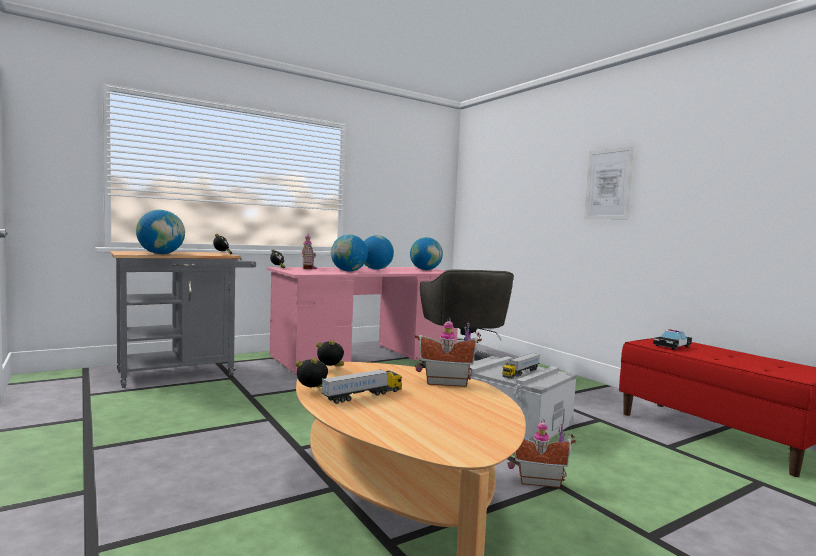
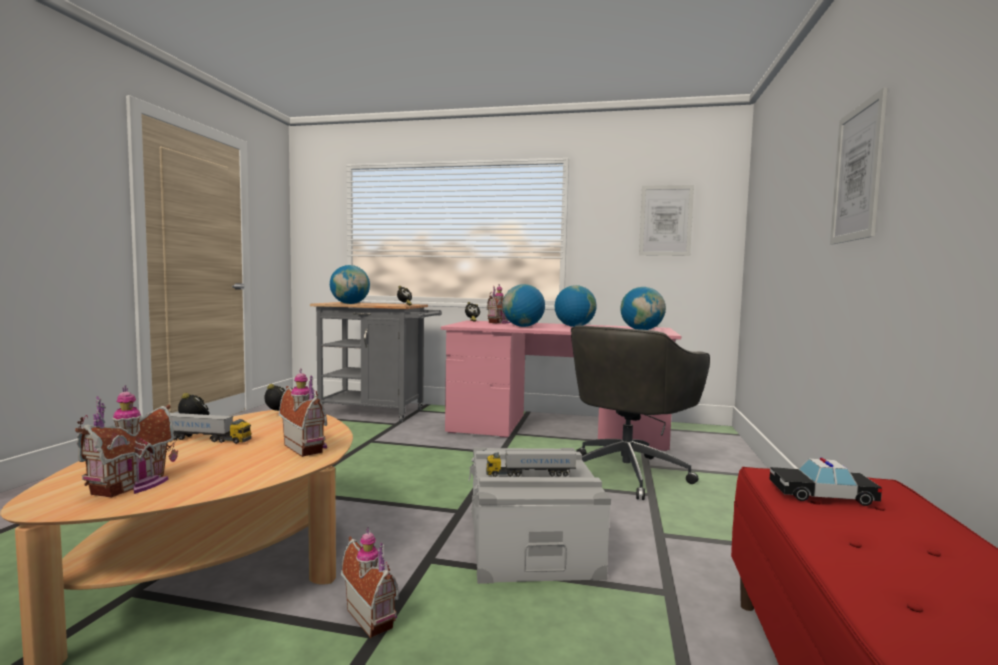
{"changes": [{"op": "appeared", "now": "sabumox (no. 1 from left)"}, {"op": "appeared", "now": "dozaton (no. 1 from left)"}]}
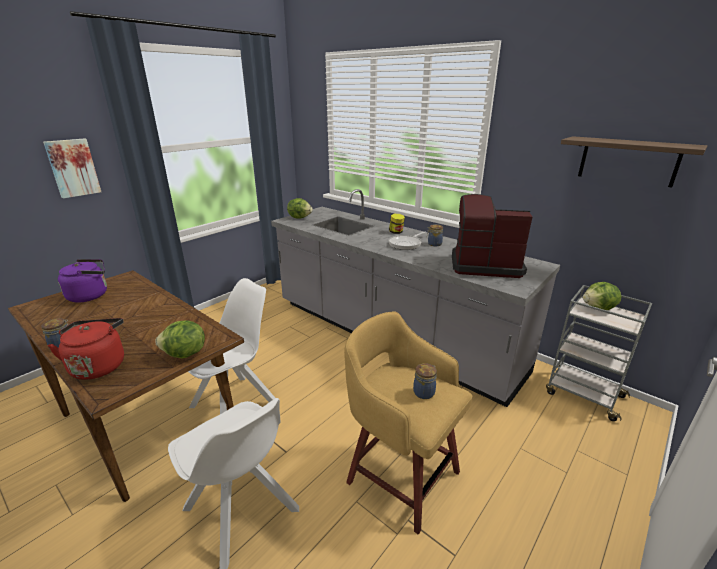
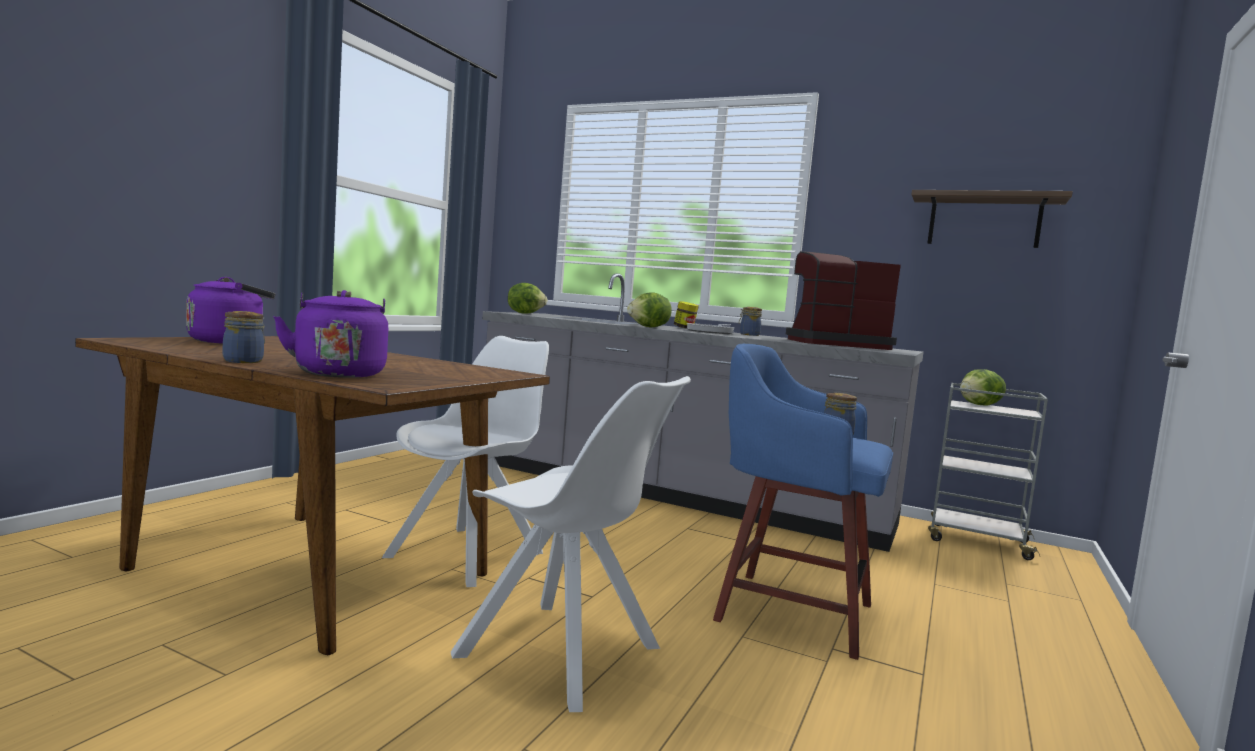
{"changes": [{"op": "missing", "was": "dozaton"}, {"op": "colour", "was": "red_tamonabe", "now": "purple_tamonabe (no. 2 from left)"}, {"op": "relocated", "was": "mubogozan (no. 1 from left in the first image)", "now": "mubogozan (no. 2 from left)"}, {"op": "colour", "was": "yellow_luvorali", "now": "blue_luvorali"}]}
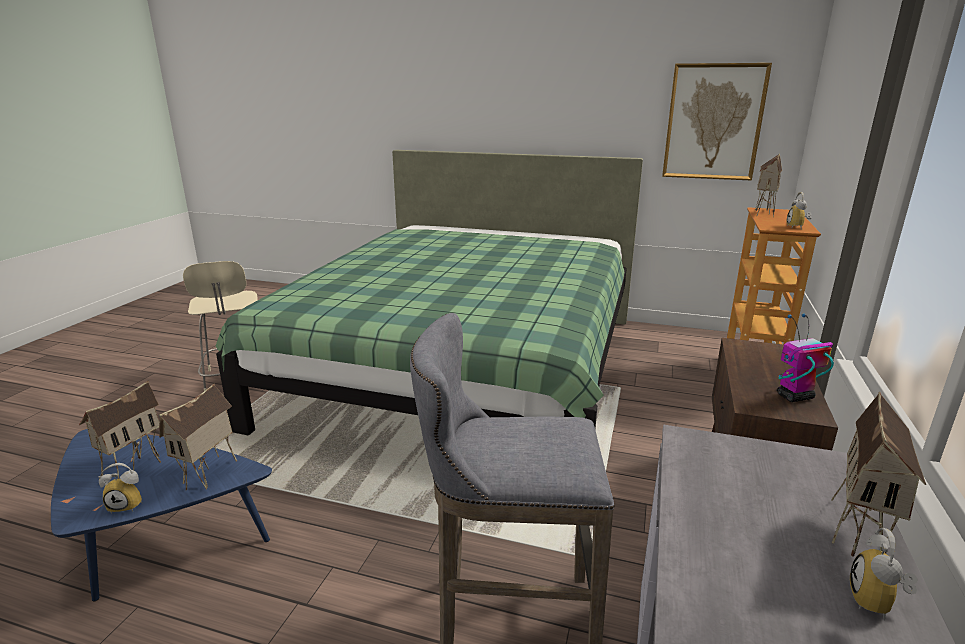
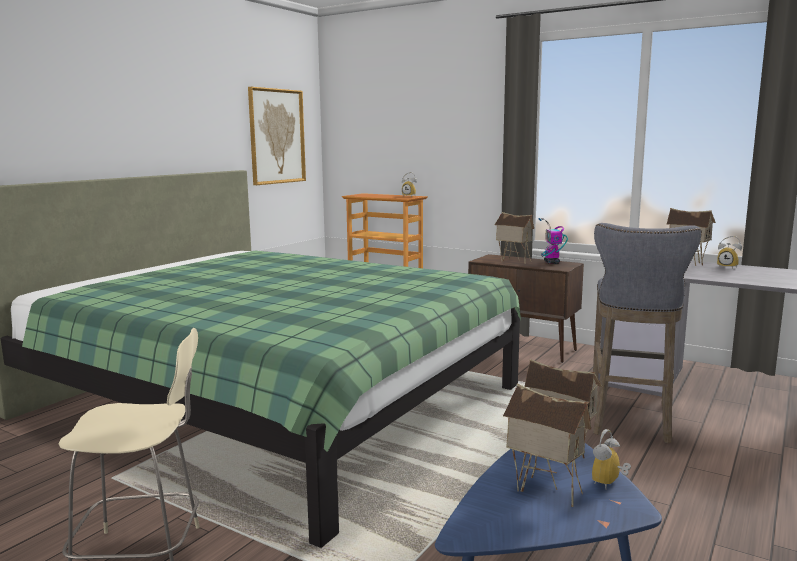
{"changes": [{"op": "spun", "was": "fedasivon (no. 1 from left in the first image)", "clockwise": -150}, {"op": "relocated", "was": "sabumox (no. 3 from left in the first image)", "now": "sabumox (no. 1 from left)"}]}
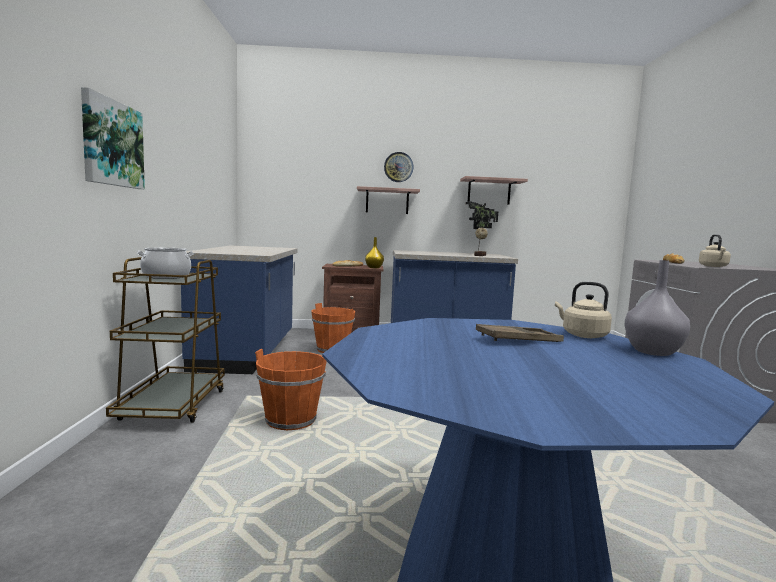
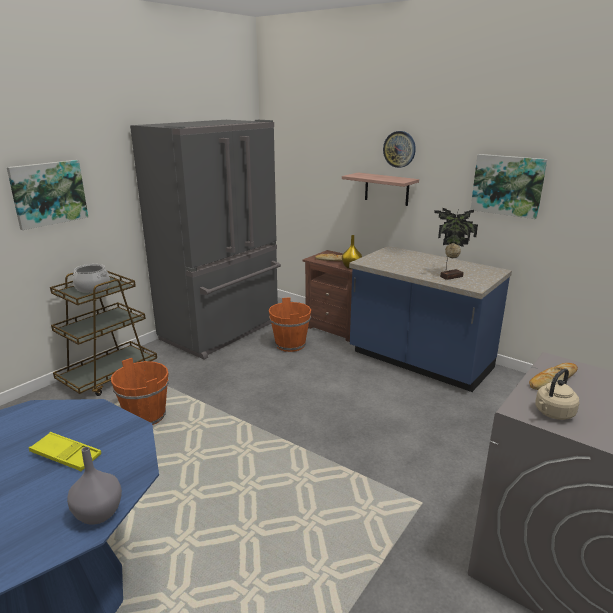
{"changes": [{"op": "exchanged", "was": "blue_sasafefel (no. 1 from left)", "now": "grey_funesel"}, {"op": "exchanged", "was": "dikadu (no. 2 from left)", "now": "dozaton (no. 2 from left)"}, {"op": "colour", "was": "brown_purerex", "now": "yellow_purerex"}, {"op": "missing", "was": "beige_tamonabe (no. 1 from left)"}]}
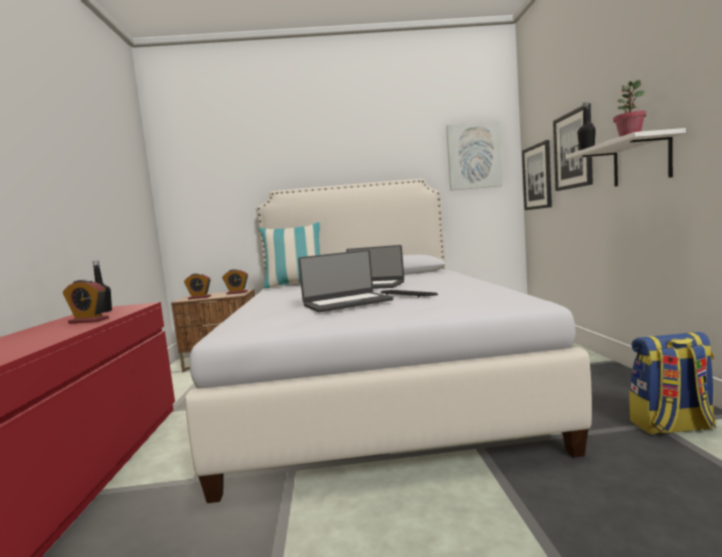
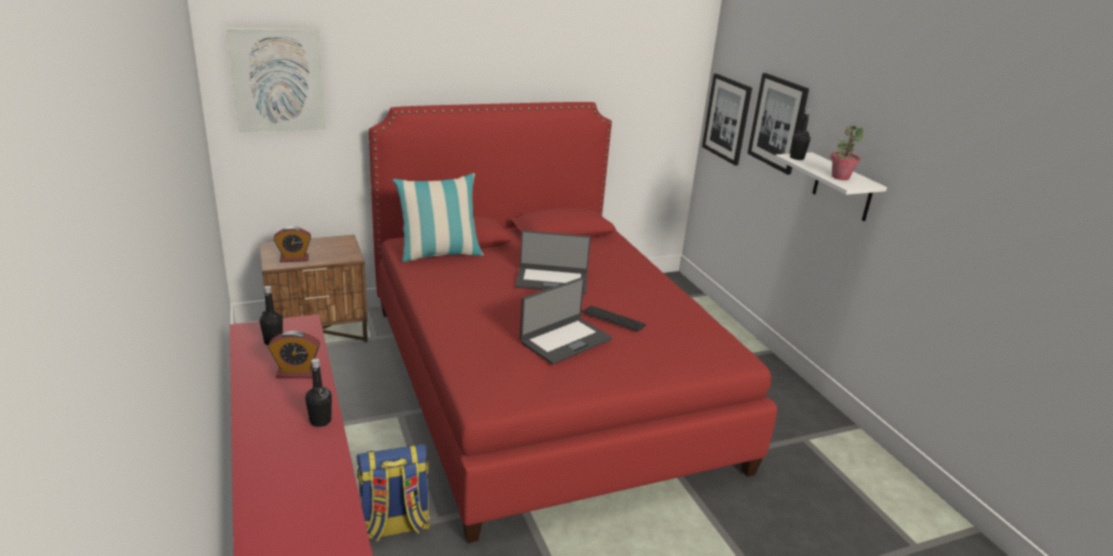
{"changes": [{"op": "colour", "was": "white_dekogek", "now": "red_dekogek"}, {"op": "missing", "was": "fedasivon (no. 3 from left)"}, {"op": "relocated", "was": "dozaton (no. 1 from left)"}, {"op": "relocated", "was": "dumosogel"}, {"op": "appeared", "now": "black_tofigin (no. 2 from left)"}]}
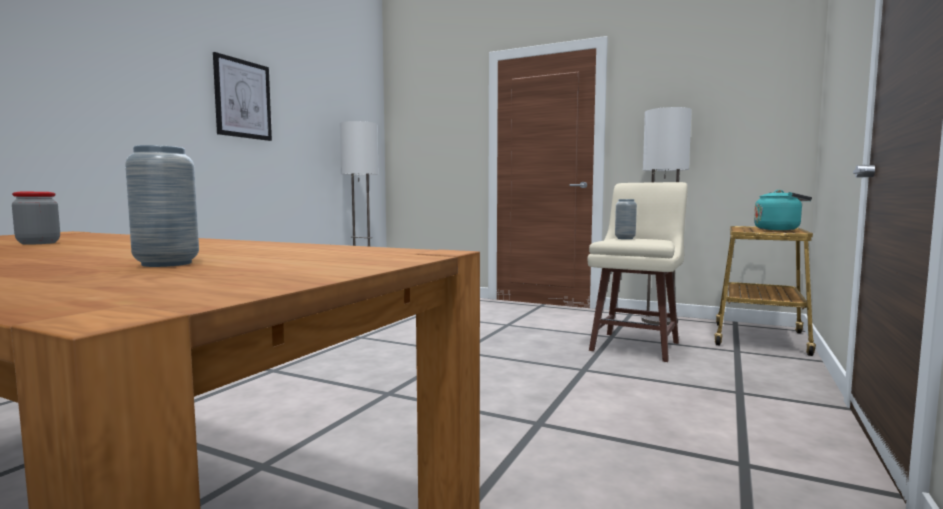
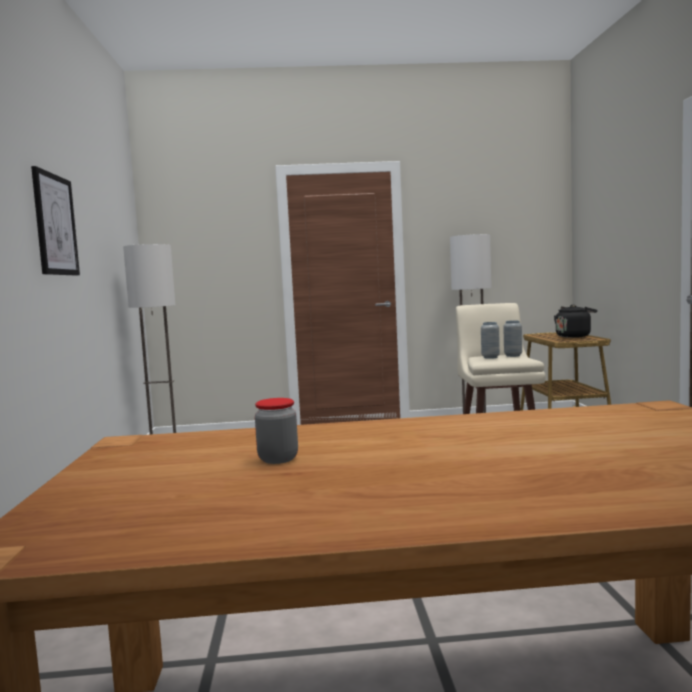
{"changes": [{"op": "relocated", "was": "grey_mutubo (no. 1 from left in the first image)", "now": "grey_mutubo (no. 2 from left)"}, {"op": "colour", "was": "turquoise_tamonabe", "now": "black_tamonabe"}]}
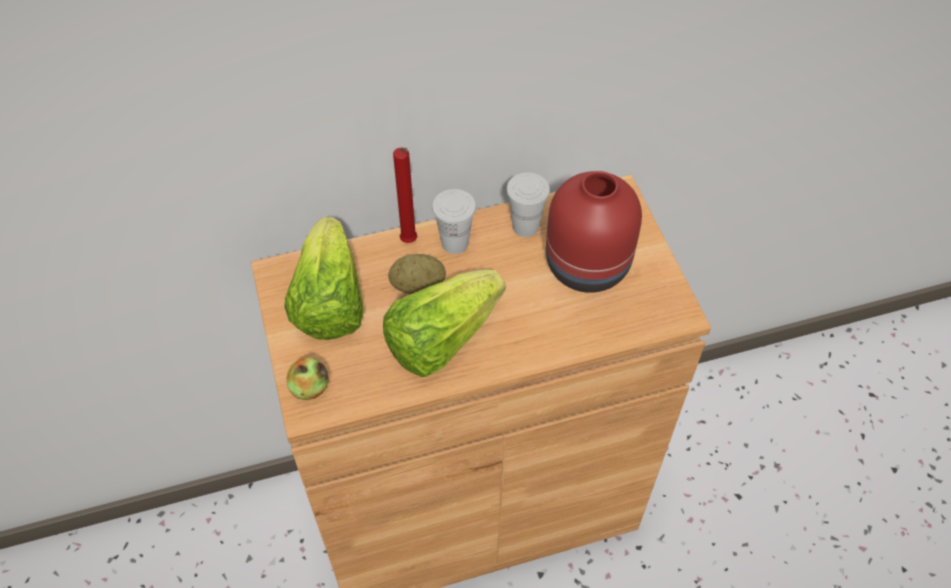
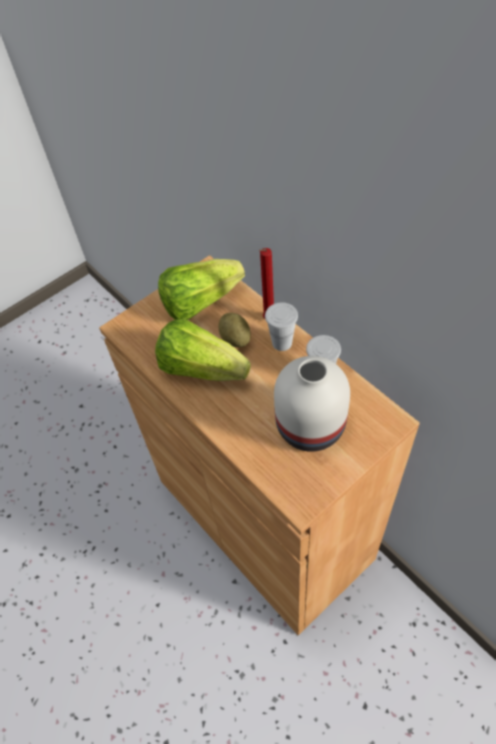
{"changes": [{"op": "missing", "was": "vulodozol"}, {"op": "colour", "was": "red_mutubo", "now": "white_mutubo"}]}
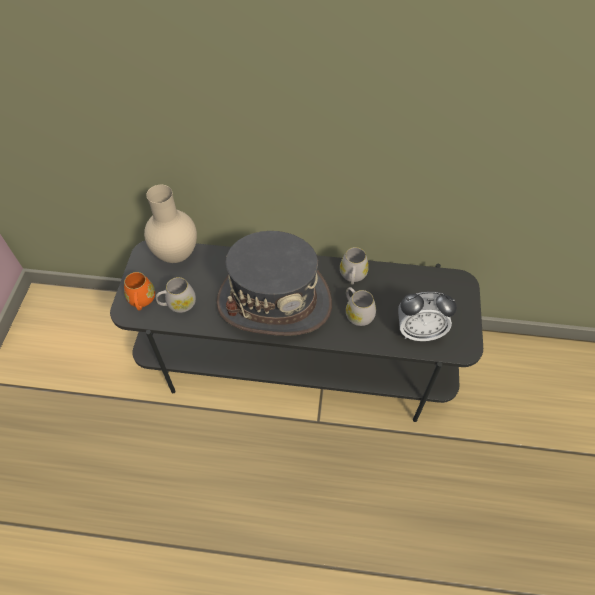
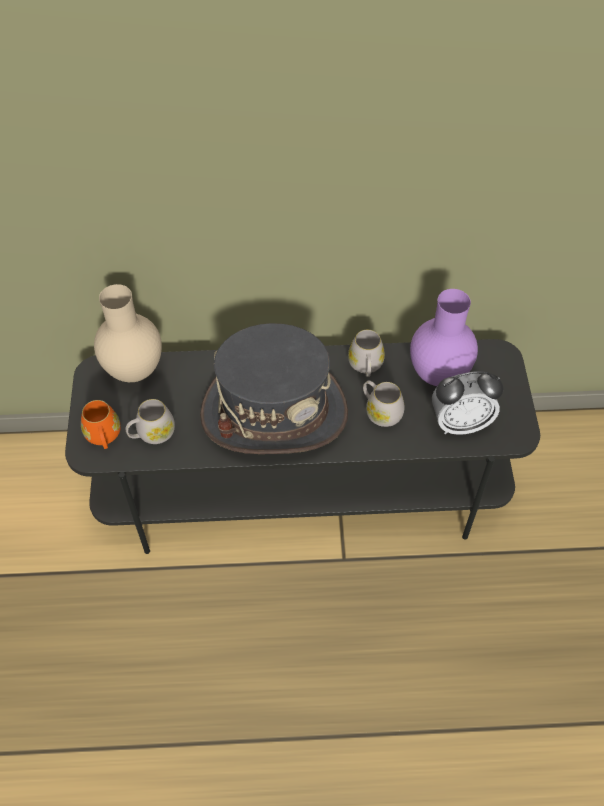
{"changes": [{"op": "appeared", "now": "purple_mutubo"}]}
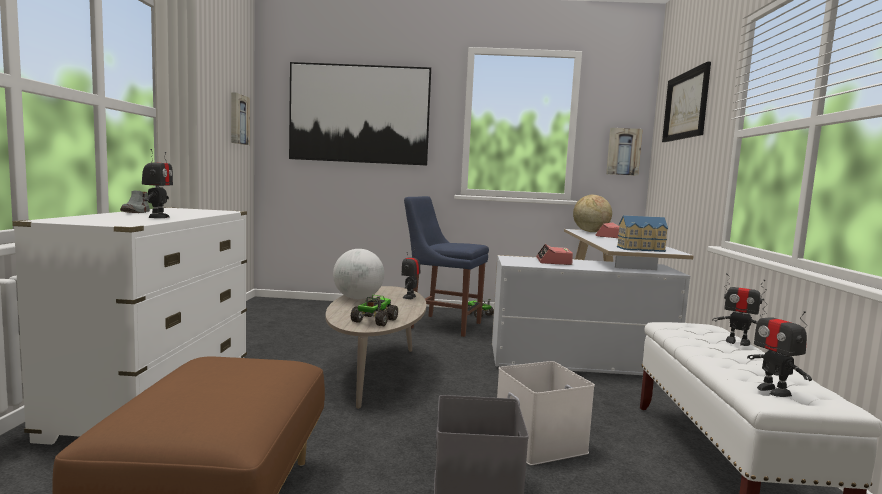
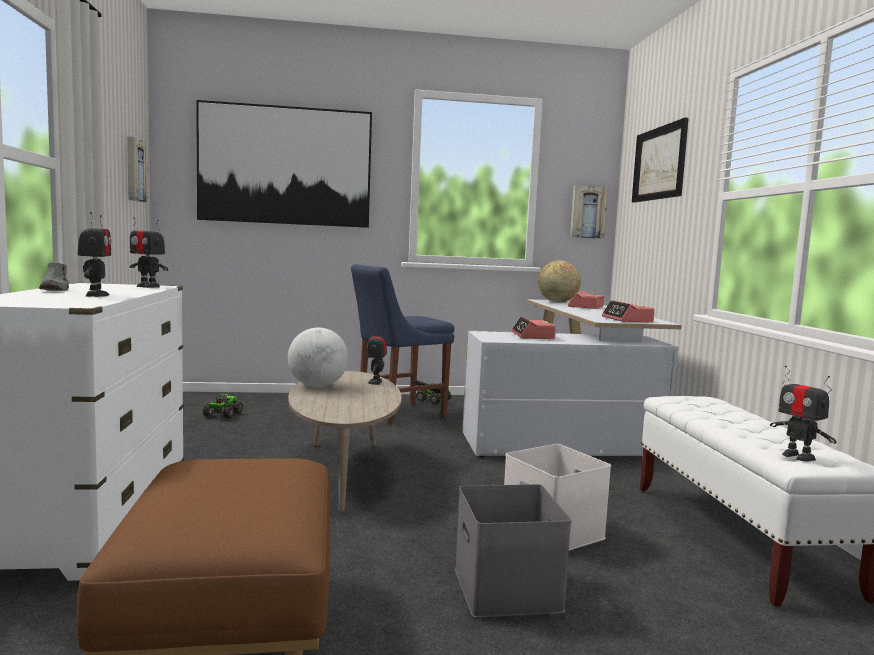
{"changes": [{"op": "relocated", "was": "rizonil (no. 1 from left)"}, {"op": "spun", "was": "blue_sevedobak", "clockwise": -45}, {"op": "exchanged", "was": "sabumox", "now": "fedasivon (no. 3 from left)"}, {"op": "relocated", "was": "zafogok (no. 3 from left in the first image)", "now": "zafogok (no. 2 from left)"}]}
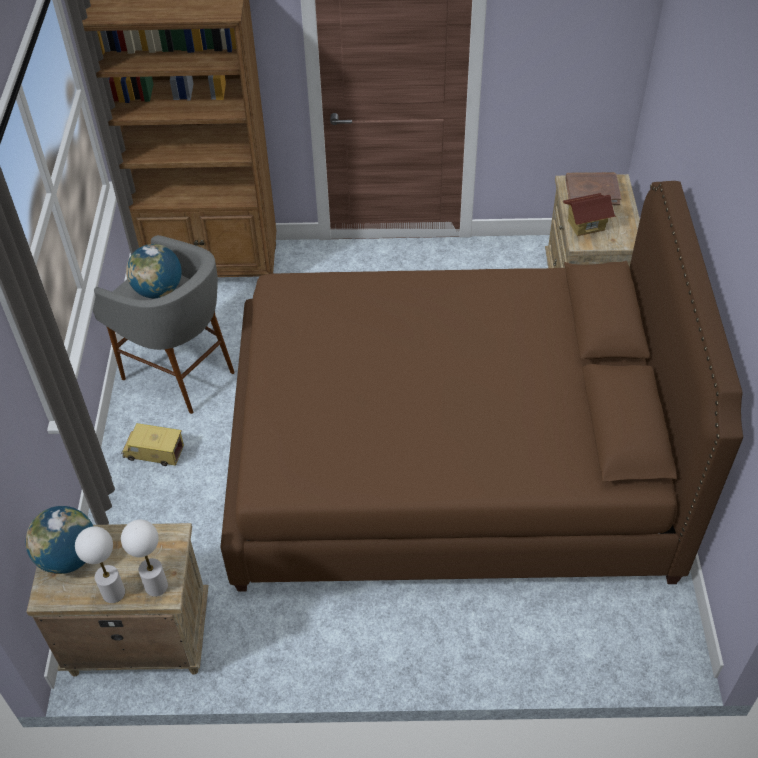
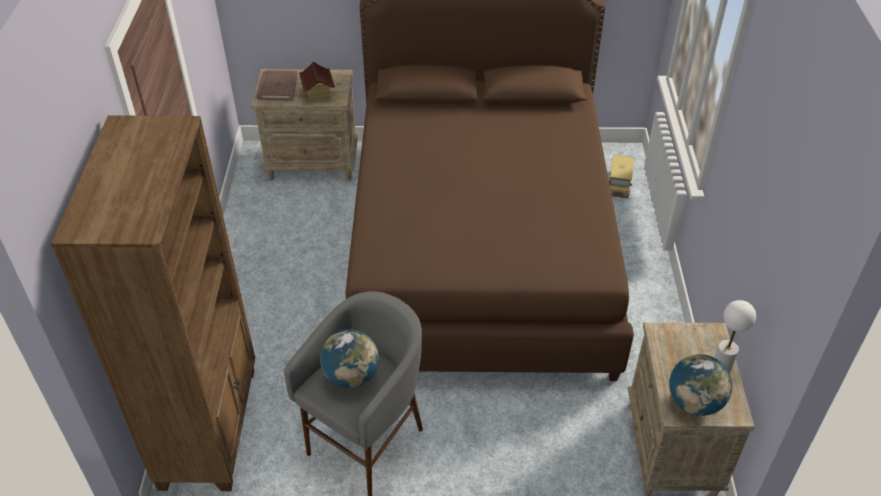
{"changes": [{"op": "relocated", "was": "rizonil"}, {"op": "missing", "was": "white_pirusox (no. 2 from left)"}]}
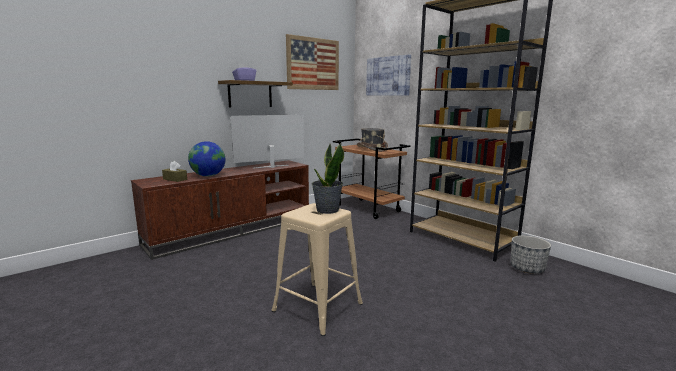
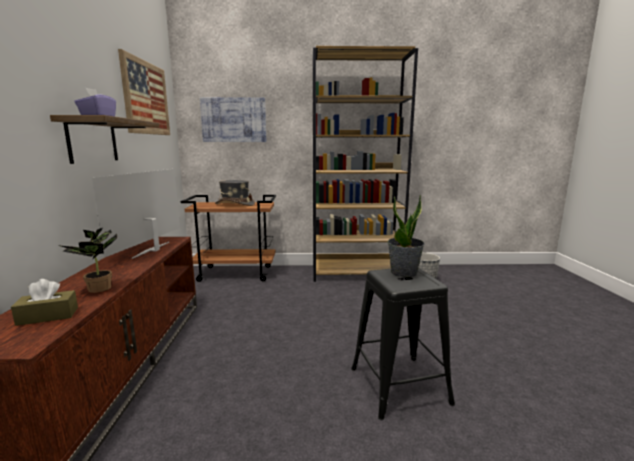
{"changes": [{"op": "exchanged", "was": "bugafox", "now": "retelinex (no. 1 from left)"}, {"op": "colour", "was": "beige_luvorali", "now": "black_luvorali"}]}
